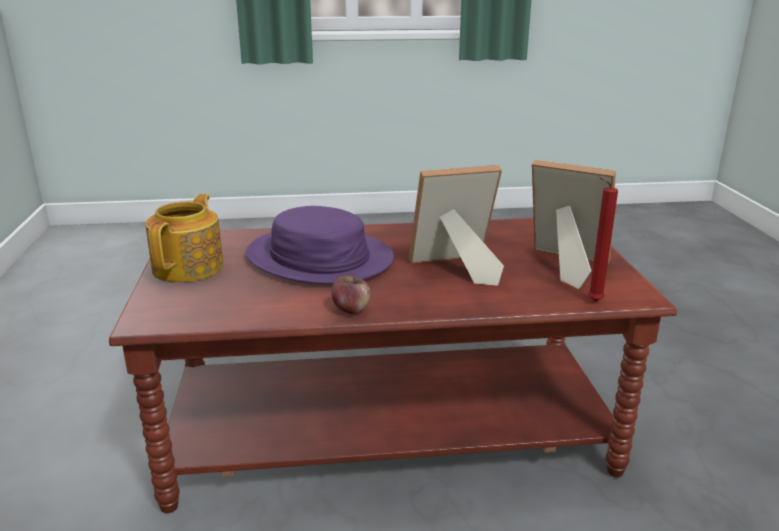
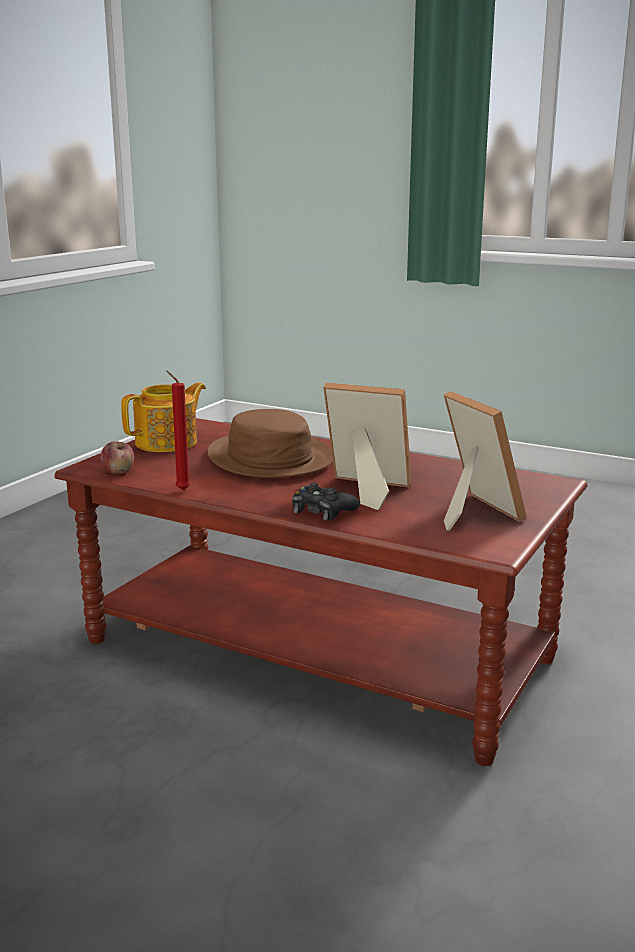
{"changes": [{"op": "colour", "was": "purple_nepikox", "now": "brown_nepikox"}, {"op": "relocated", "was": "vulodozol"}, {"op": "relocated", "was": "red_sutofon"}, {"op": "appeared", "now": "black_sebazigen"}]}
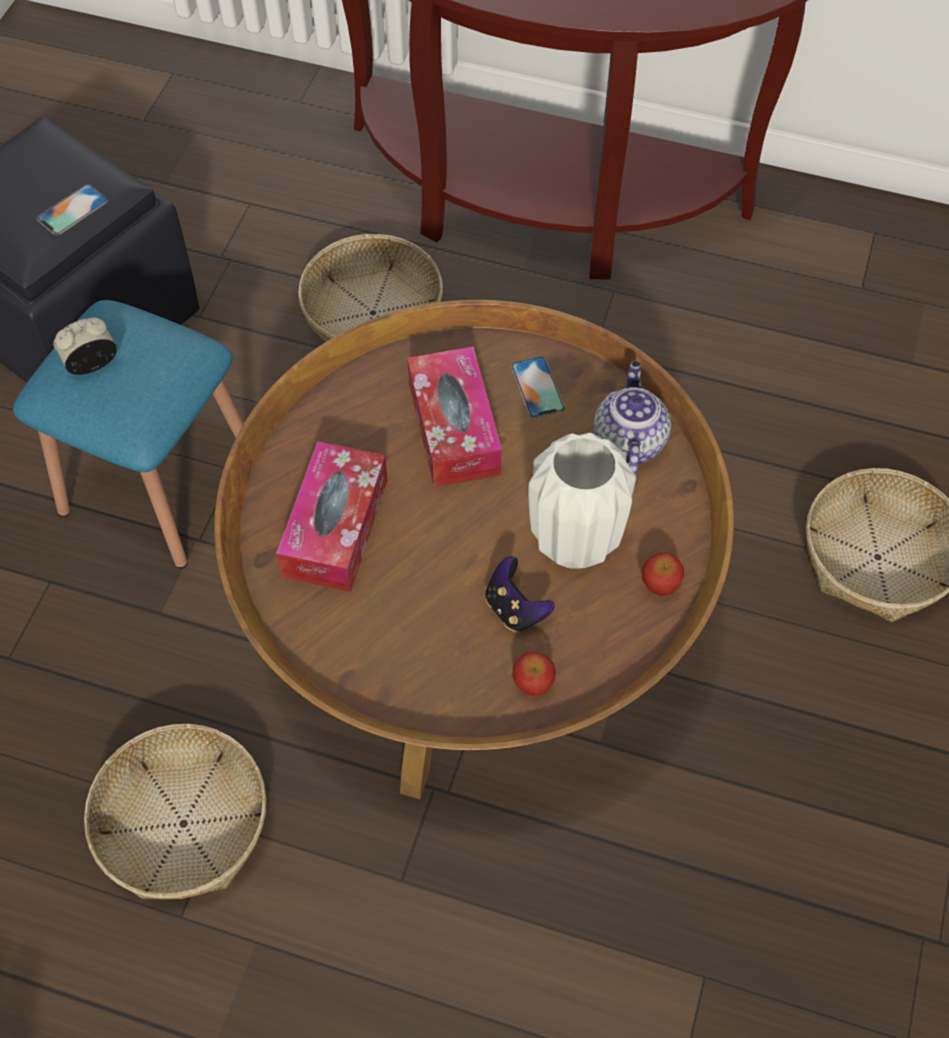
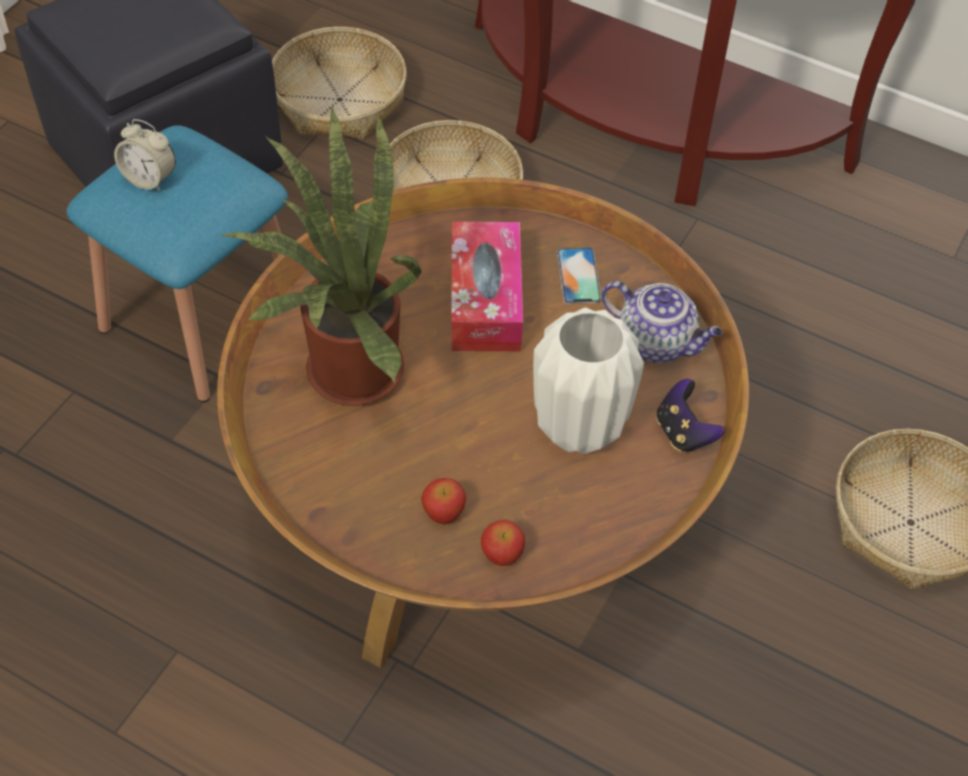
{"changes": [{"op": "missing", "was": "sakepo (no. 1 from left)"}, {"op": "spun", "was": "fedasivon", "clockwise": -135}, {"op": "relocated", "was": "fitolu (no. 1 from left)"}, {"op": "exchanged", "was": "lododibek (no. 1 from left)", "now": "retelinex"}, {"op": "relocated", "was": "sebazigen"}, {"op": "spun", "was": "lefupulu", "clockwise": 105}, {"op": "relocated", "was": "vulodozol (no. 2 from left in the first image)", "now": "vulodozol (no. 1 from left)"}]}
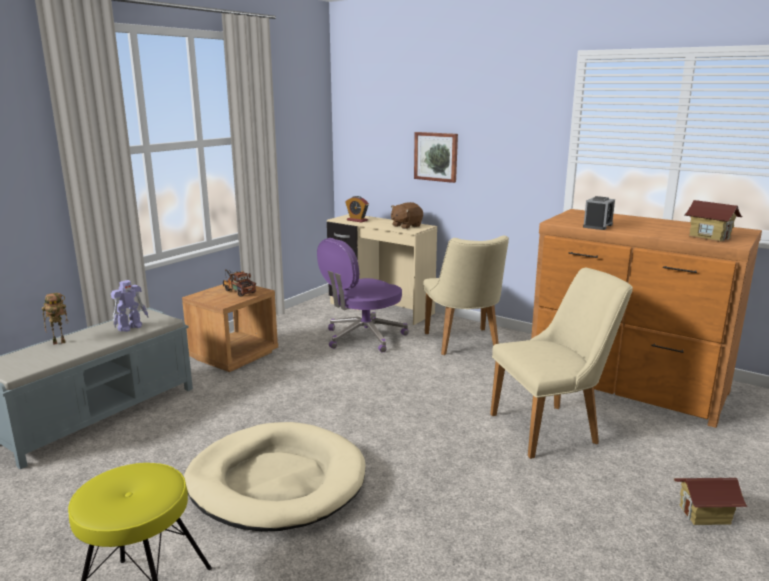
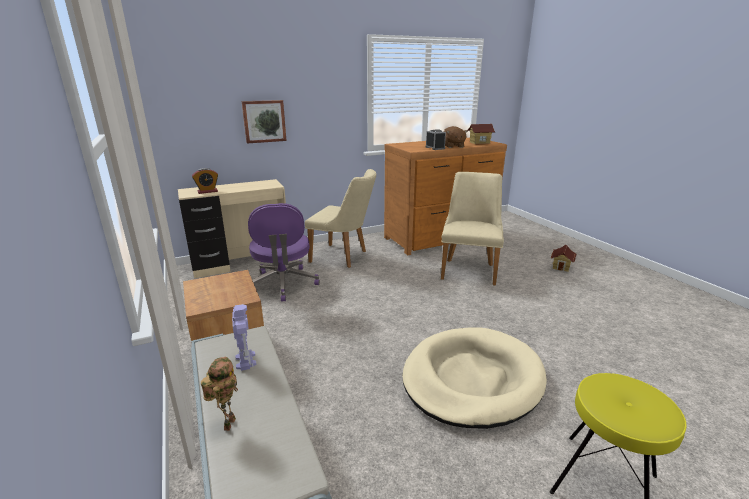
{"changes": [{"op": "missing", "was": "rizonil"}, {"op": "relocated", "was": "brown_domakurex"}]}
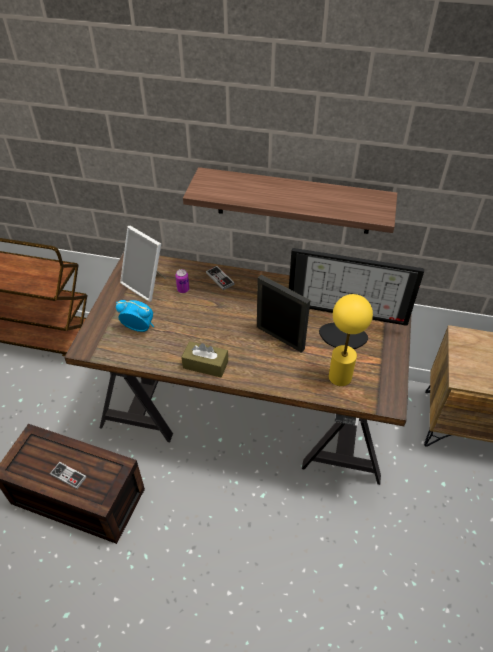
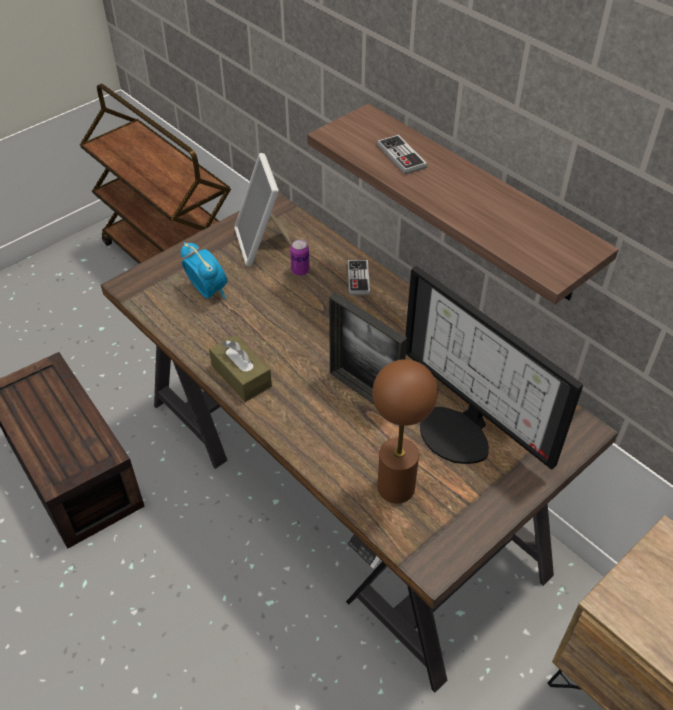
{"changes": [{"op": "relocated", "was": "sebazigen (no. 1 from left in the first image)", "now": "sebazigen (no. 2 from left)"}, {"op": "spun", "was": "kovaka (no. 2 from left)", "clockwise": 150}, {"op": "colour", "was": "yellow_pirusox", "now": "brown_pirusox"}]}
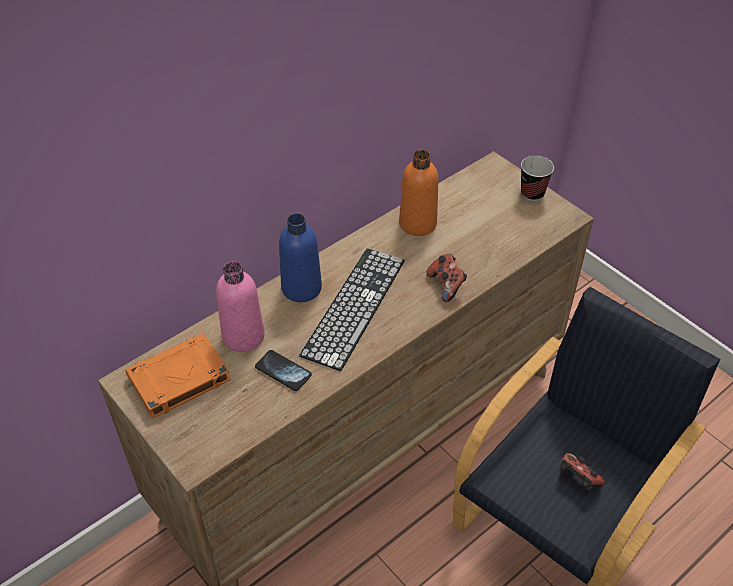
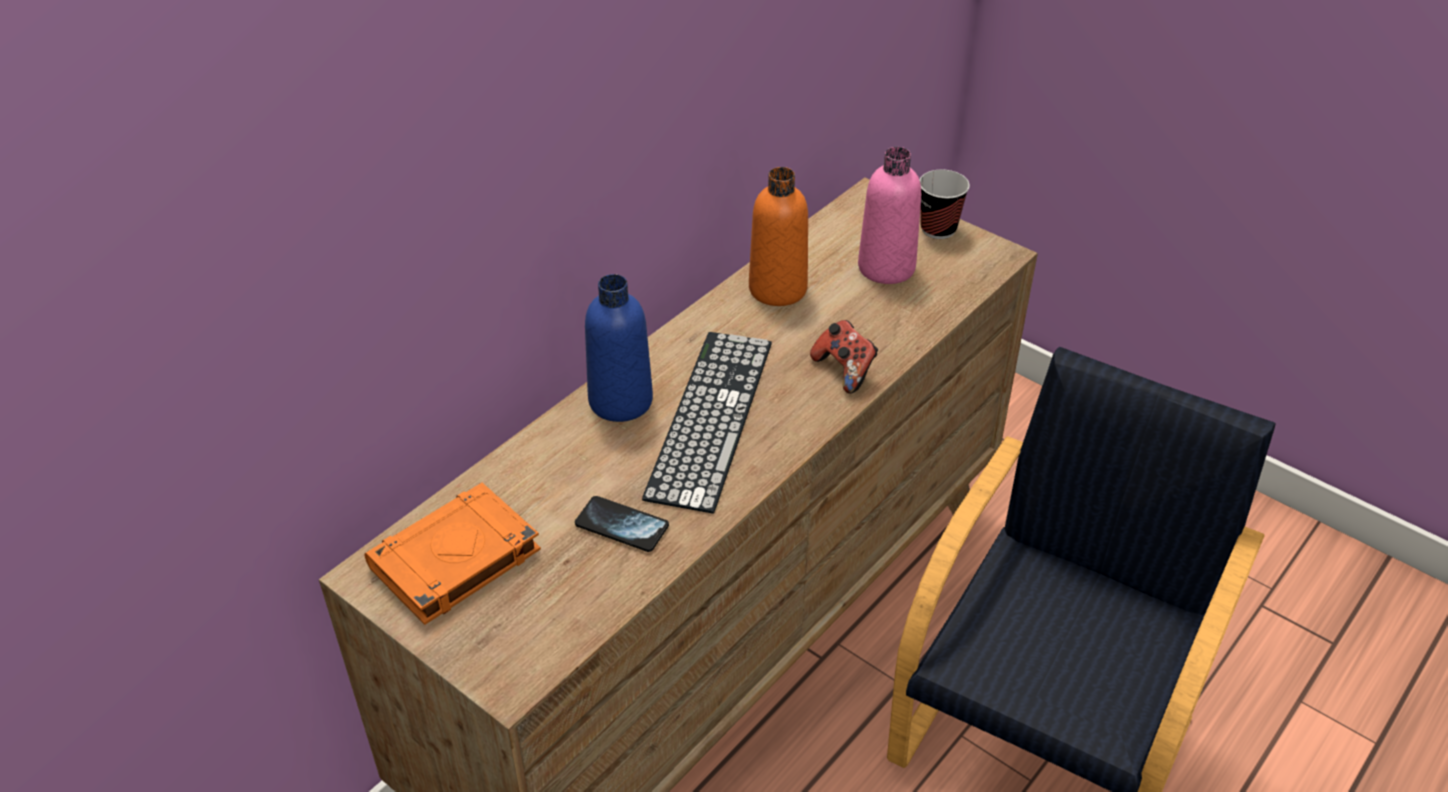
{"changes": [{"op": "relocated", "was": "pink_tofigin"}, {"op": "missing", "was": "sebazigen (no. 2 from left)"}]}
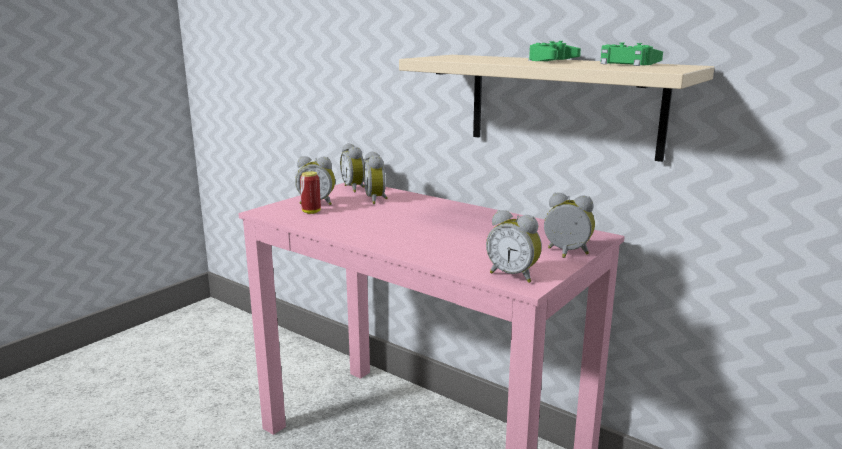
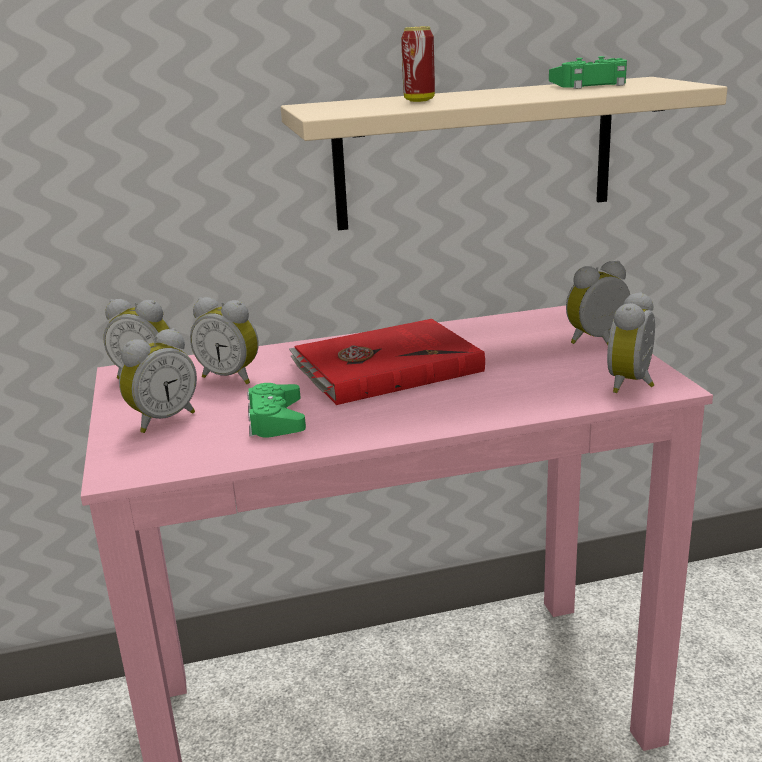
{"changes": [{"op": "relocated", "was": "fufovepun"}, {"op": "spun", "was": "fedasivon (no. 4 from left in the first image)", "clockwise": 135}, {"op": "relocated", "was": "green_sebazigen (no. 1 from left)"}, {"op": "appeared", "now": "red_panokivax"}]}
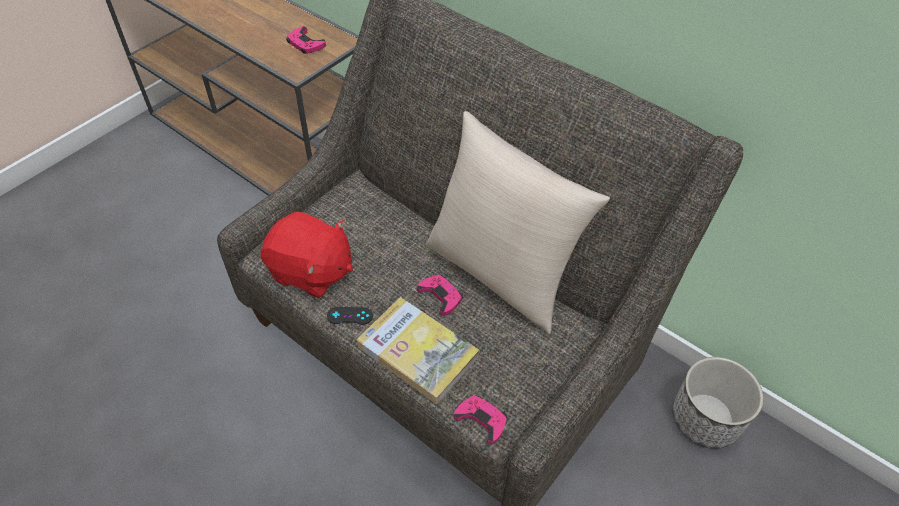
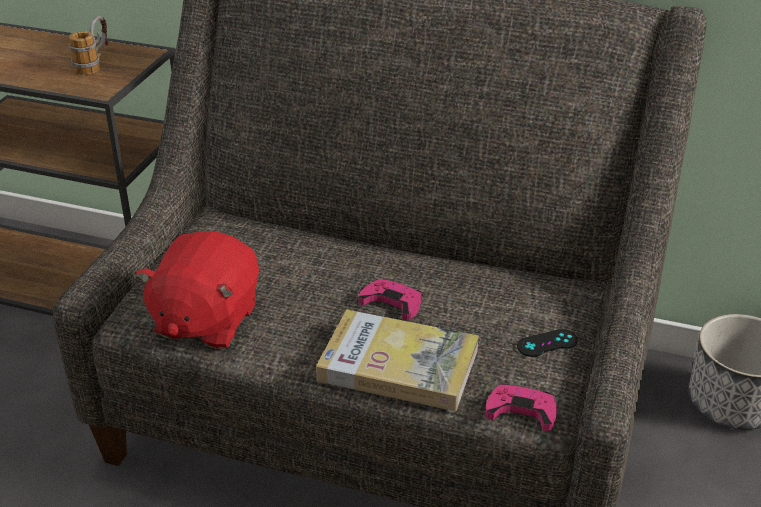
{"changes": [{"op": "spun", "was": "red_domakurex", "clockwise": 105}, {"op": "exchanged", "was": "pink_sebazigen (no. 1 from left)", "now": "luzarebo"}, {"op": "relocated", "was": "black_sebazigen"}, {"op": "missing", "was": "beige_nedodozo"}]}
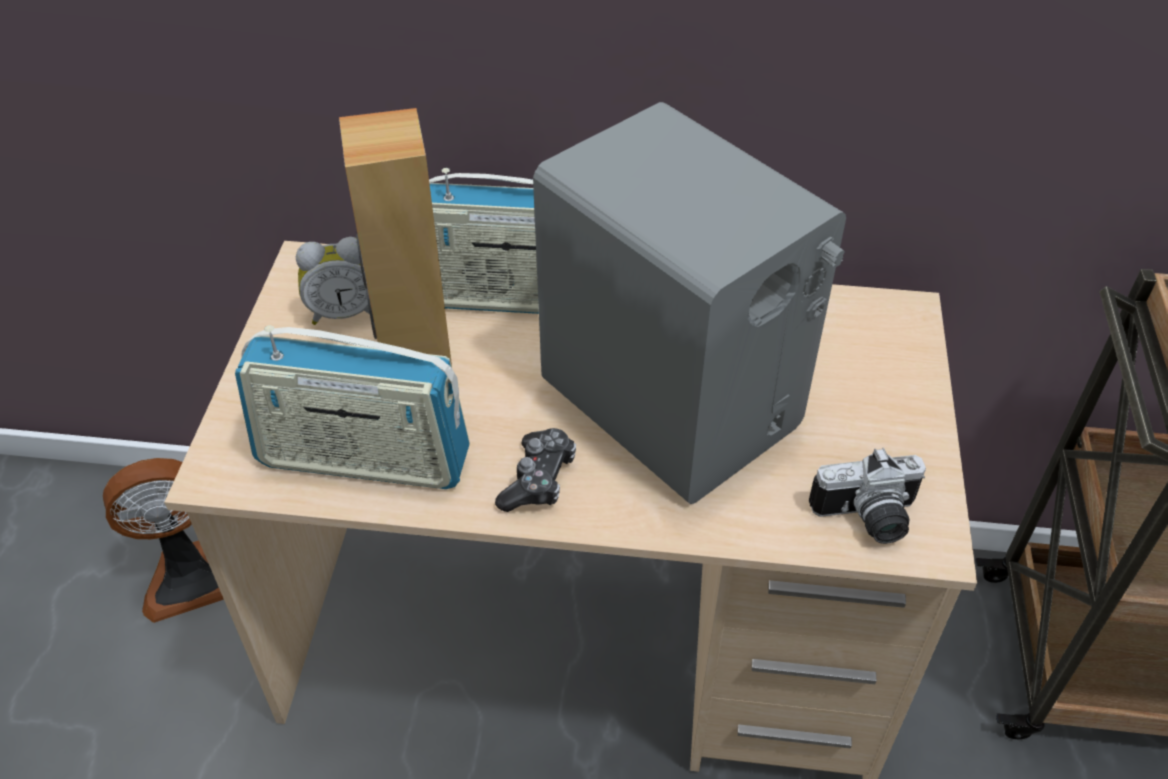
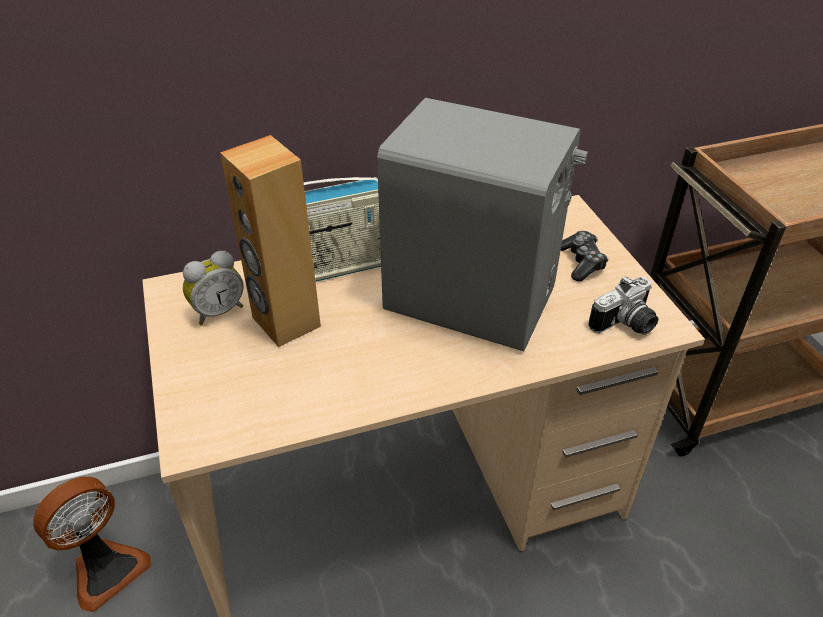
{"changes": [{"op": "missing", "was": "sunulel (no. 1 from left)"}, {"op": "relocated", "was": "sebazigen"}]}
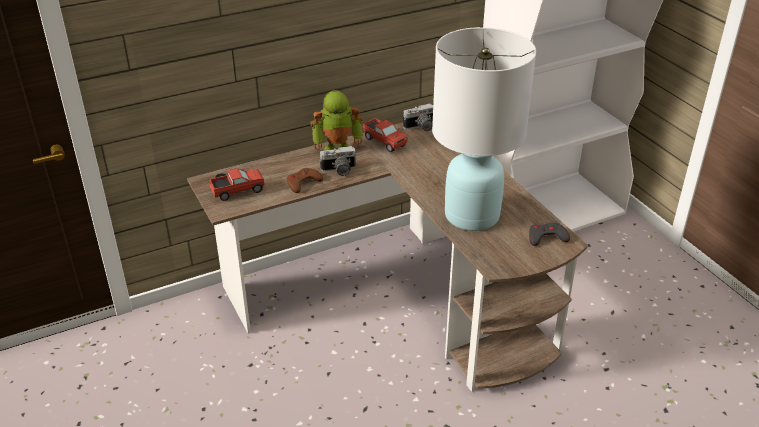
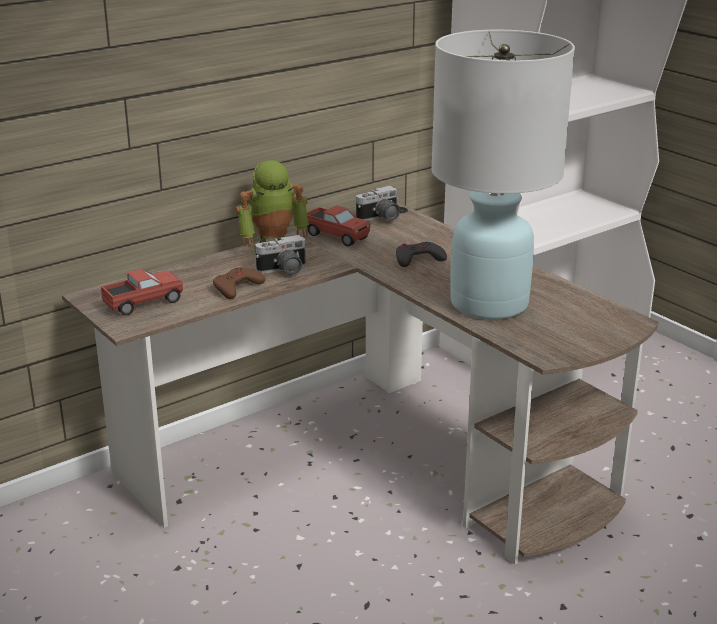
{"changes": [{"op": "relocated", "was": "grey_sebazigen"}]}
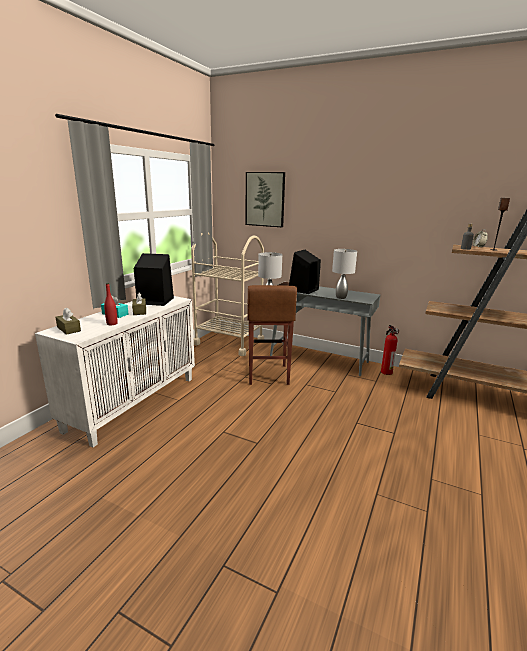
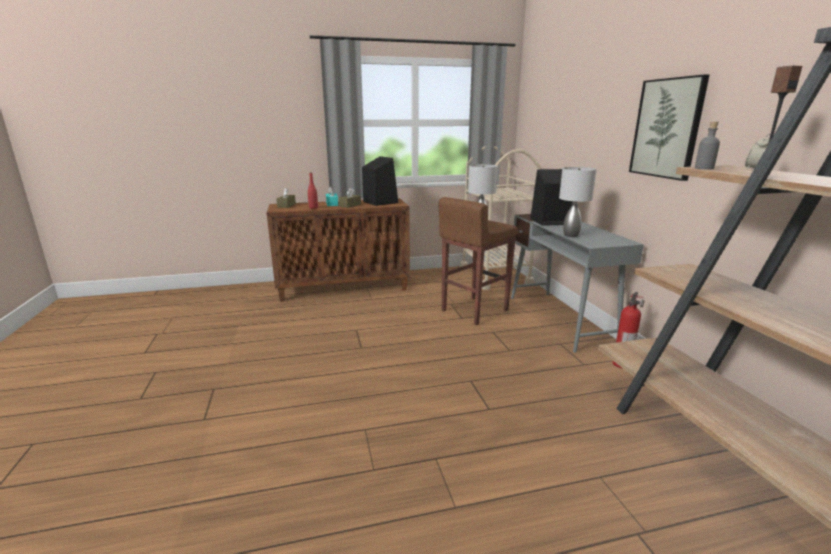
{"changes": [{"op": "colour", "was": "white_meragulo", "now": "brown_meragulo"}, {"op": "relocated", "was": "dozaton"}]}
